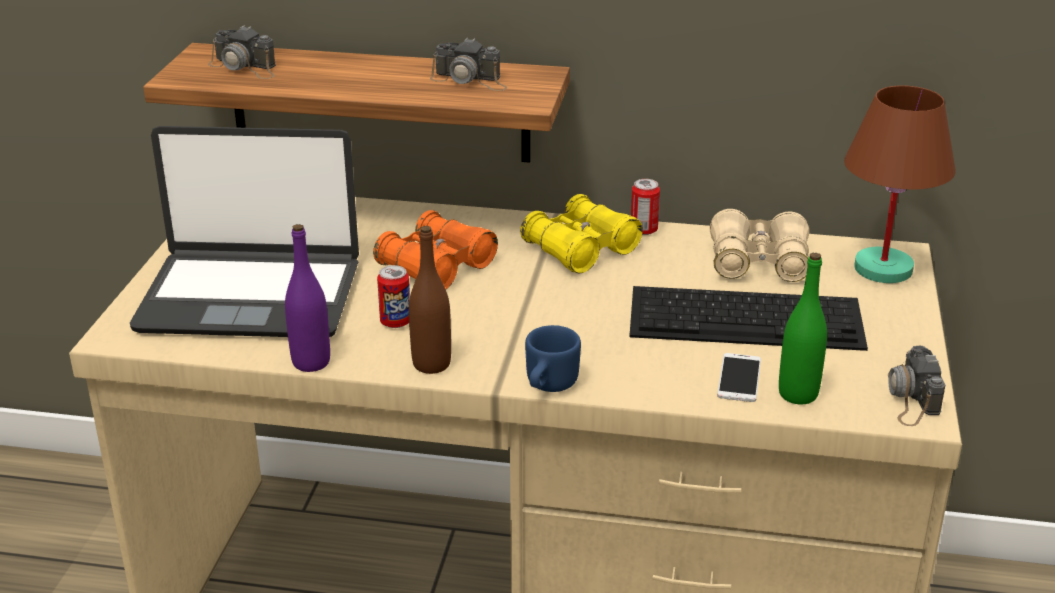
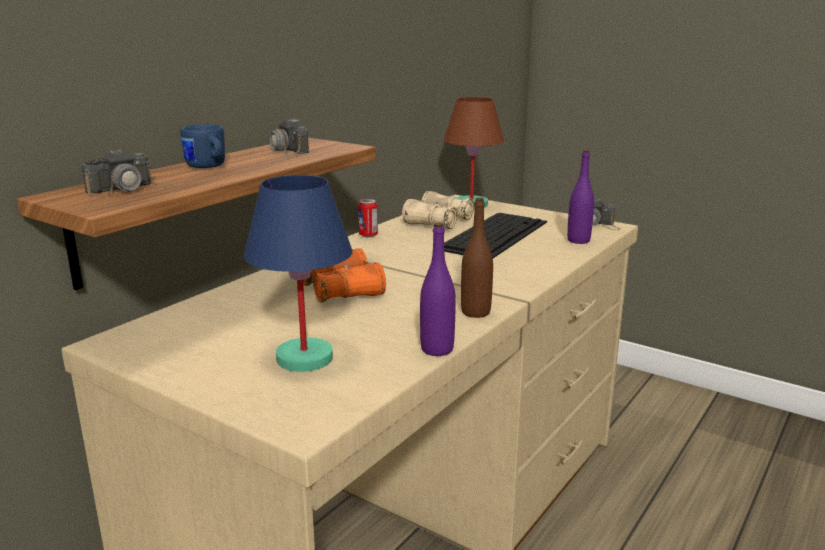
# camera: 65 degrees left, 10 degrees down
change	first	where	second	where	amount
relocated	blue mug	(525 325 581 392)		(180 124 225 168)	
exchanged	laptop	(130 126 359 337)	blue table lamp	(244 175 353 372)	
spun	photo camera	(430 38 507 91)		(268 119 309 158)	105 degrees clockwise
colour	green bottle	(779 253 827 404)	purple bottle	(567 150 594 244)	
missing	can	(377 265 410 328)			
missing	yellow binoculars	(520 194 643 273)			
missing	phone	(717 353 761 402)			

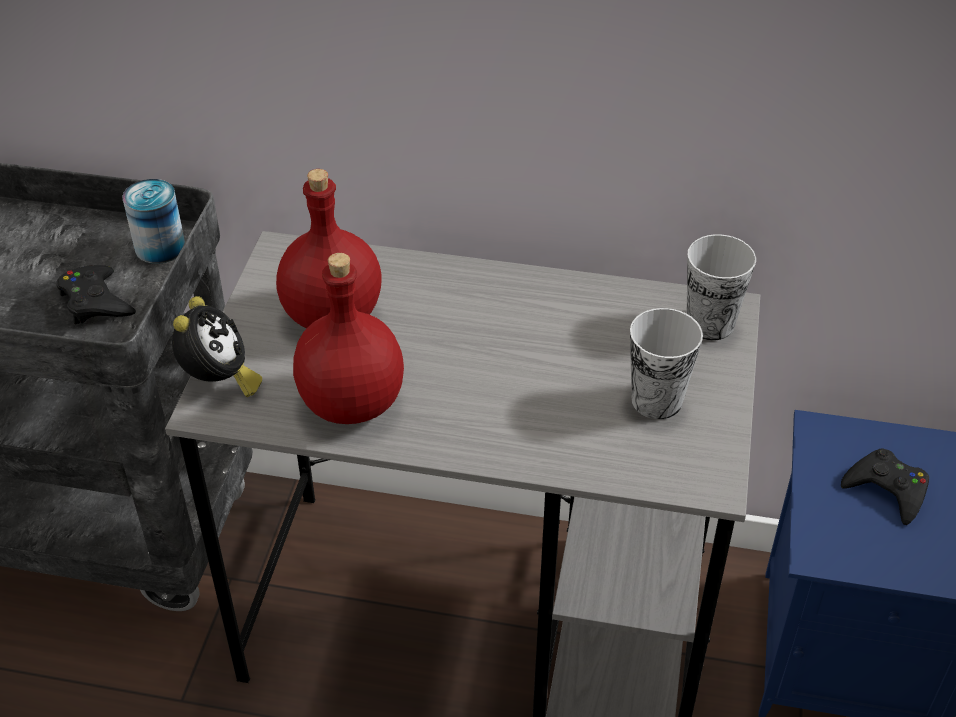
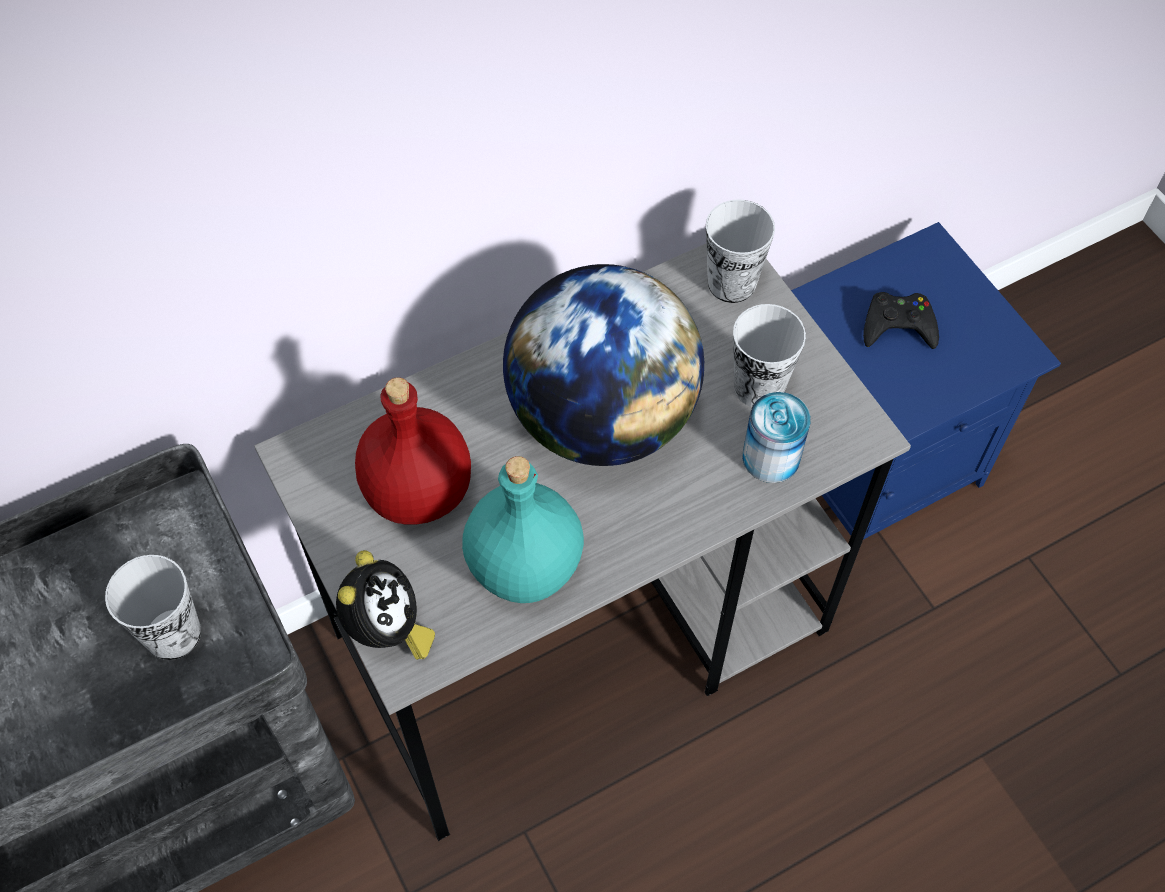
# camera: 40 degrees left, 15 degrees up
change	first	where	second	where	amount
exchanged	black game controller	(56 265 136 324)	cup	(105 555 201 660)	
spun	alarm clock	(172 296 262 397)		(336 550 435 660)	45 degrees clockwise
colour	red bottle	(293 253 404 424)	turquoise bottle	(462 456 584 603)	
appeared			globe	(503 264 704 466)	
relocated	can	(122 179 185 264)		(742 392 811 483)	

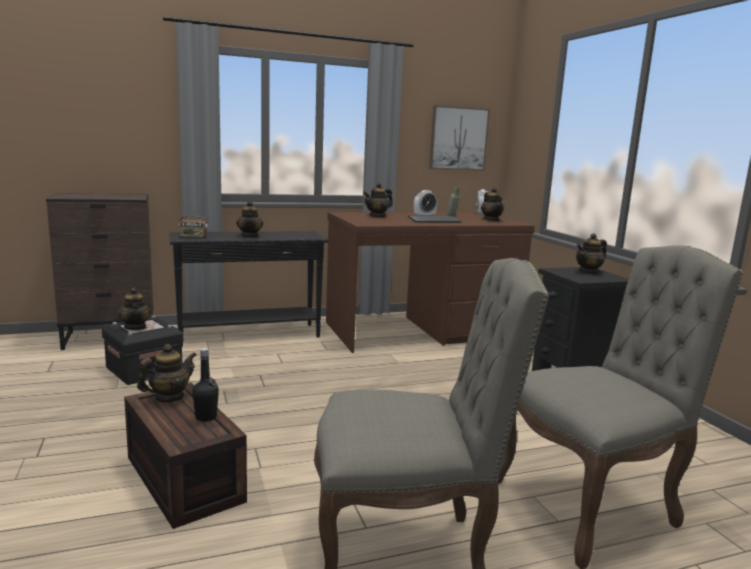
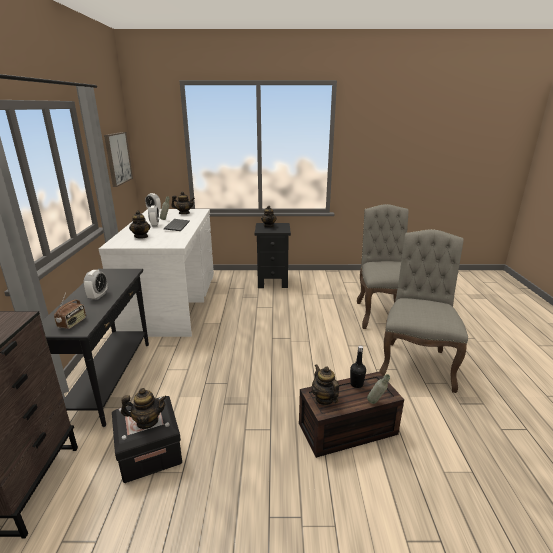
# camera: 70 degrees left, 10 degrees up
change	first	where	second	where	amount
exchanged	teapot	(236 201 263 238)	alarm clock	(83 270 108 300)	
colour	brown desk	(326 212 535 353)	white desk	(99 209 214 337)	
appeared			grey bottle	(367 374 390 404)	

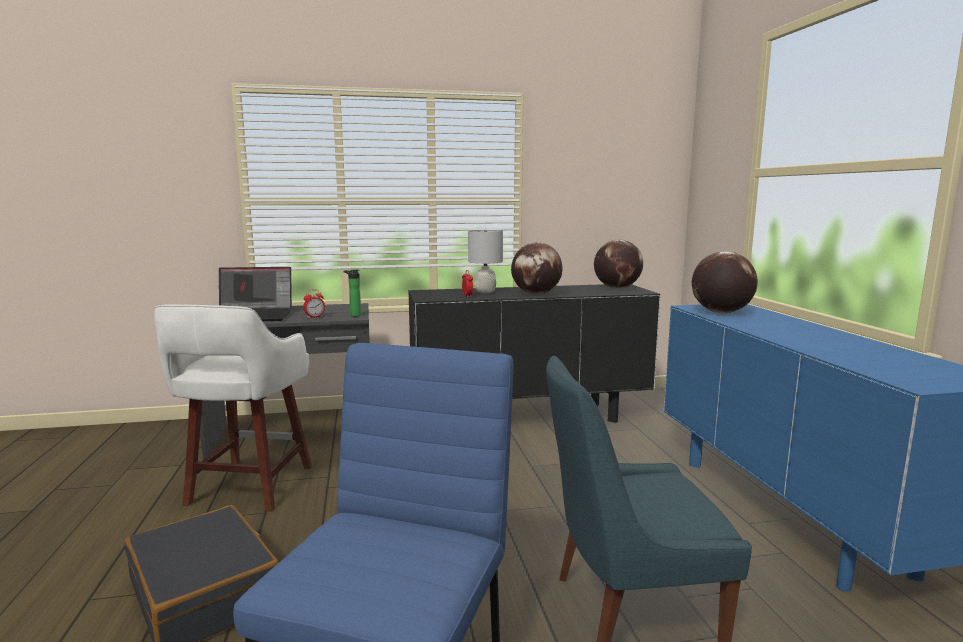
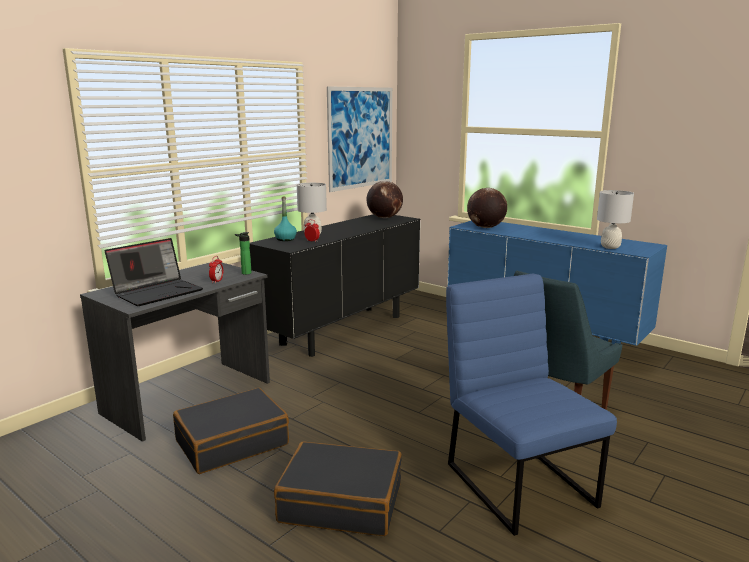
# camera: 40 degrees left, 5 degrees up
change	first	where	second	where	amount
exchanged	white stool	(154 304 312 511)	black suitcase	(173 388 289 474)	
appeared			turquoise bottle	(274 196 297 241)	
appeared			picture	(327 86 392 192)	
appeared			grey table lamp	(597 190 634 249)	
missing	globe	(511 242 563 294)			

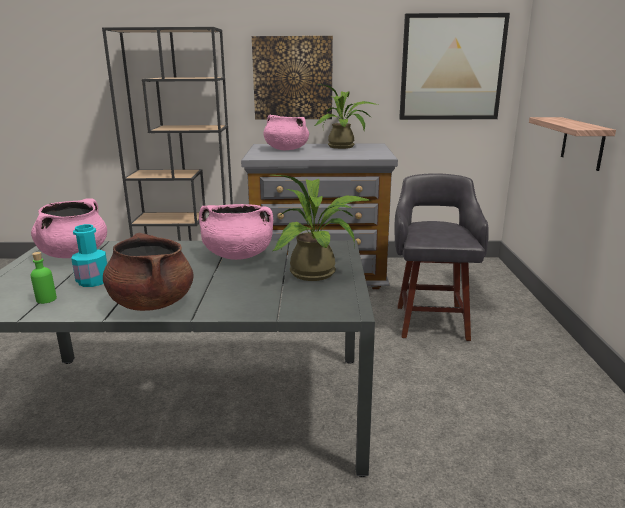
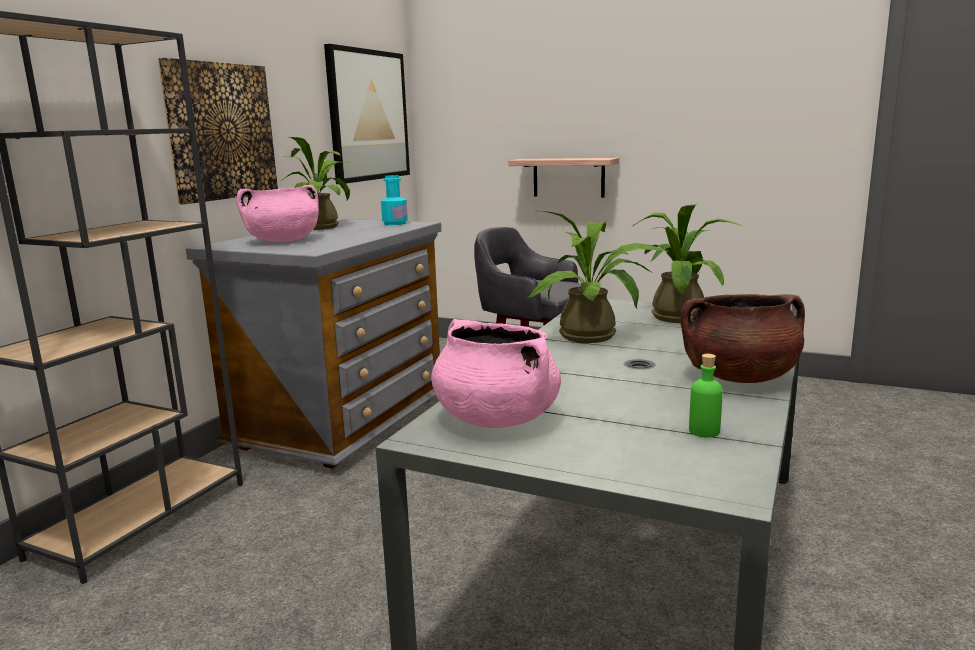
# camera: 65 degrees left, 5 degrees down
change	first	where	second	where	amount
relocated	turquoise bottle	(71 224 107 287)		(381 175 408 225)	
exchanged	pink cooking pot	(199 204 273 260)	potted plant	(527 210 669 343)	

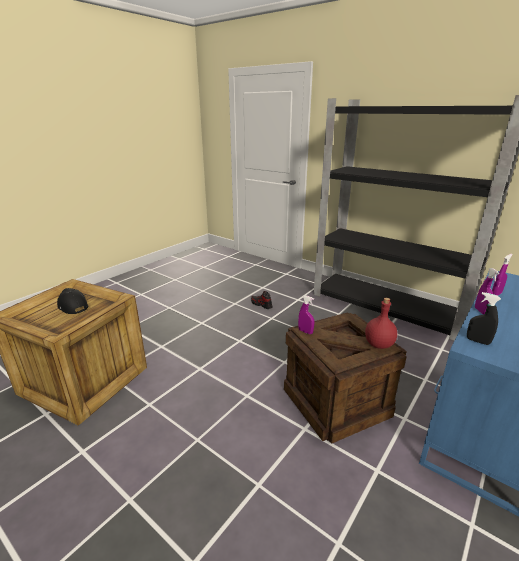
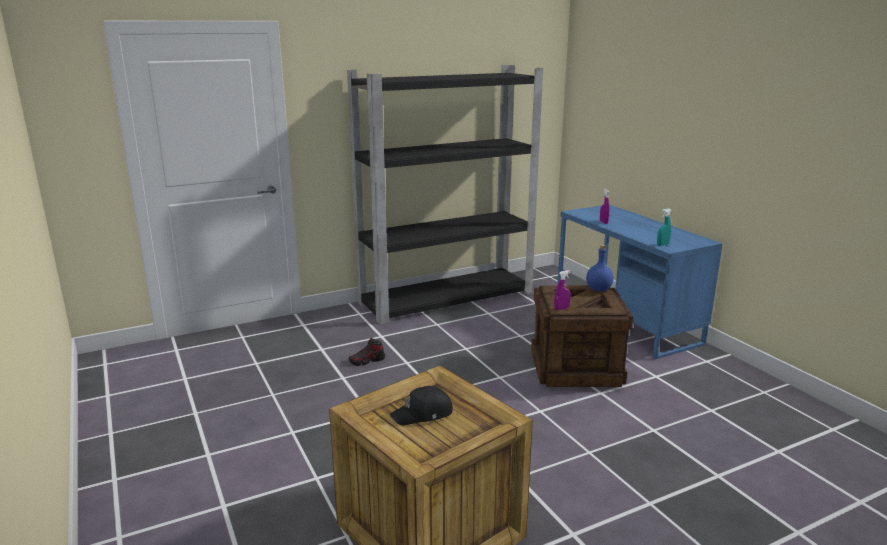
# camera: 65 degrees left, 5 degrees down
change	first	where	second	where	amount
colour	red bottle	(365 298 397 349)	blue bottle	(586 245 614 292)	
colour	black spray bottle	(467 292 501 345)	turquoise spray bottle	(657 208 671 246)	
missing	purple spray bottle	(475 268 499 315)			

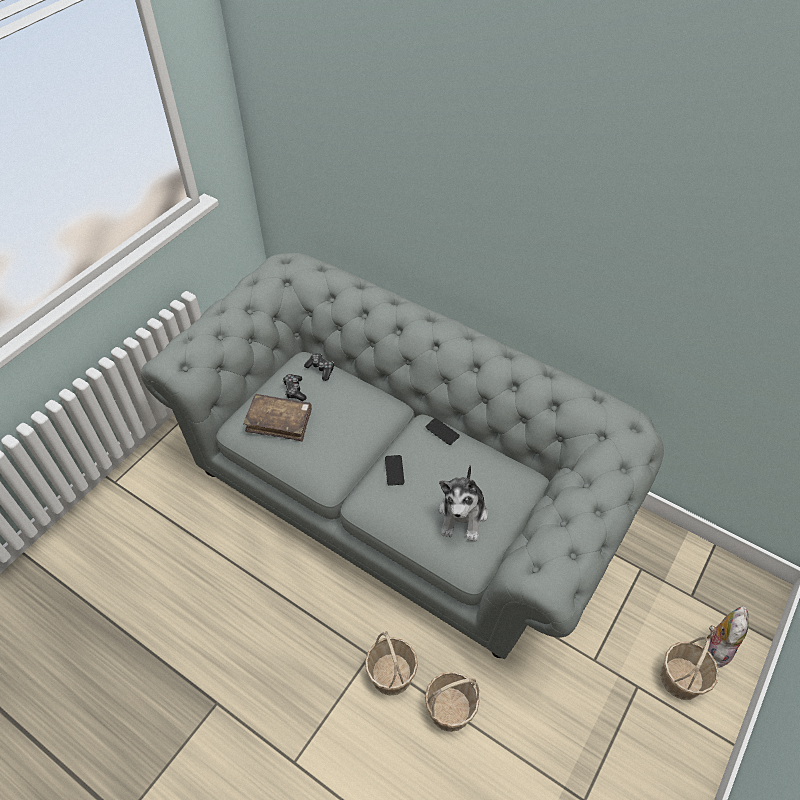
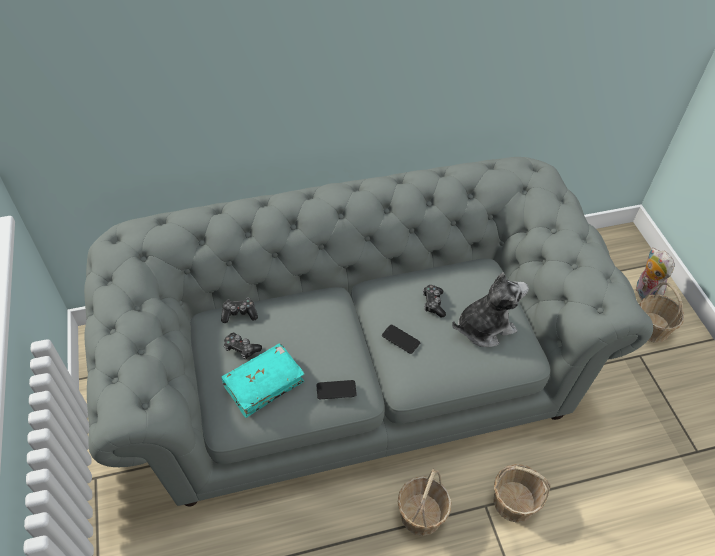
# camera: 50 degrees left, 0 degrees up
change	first	where	second	where	amount
colour	brown book	(243 394 312 441)	turquoise book	(222 343 305 418)	
relocated	phone	(426 418 460 445)		(317 380 357 399)	
relocated	basket	(425 671 480 732)		(398 469 452 536)	
appeared			game controller	(423 285 446 317)	
spun	plush toy	(439 465 488 542)		(452 272 529 347)	75 degrees counterclockwise

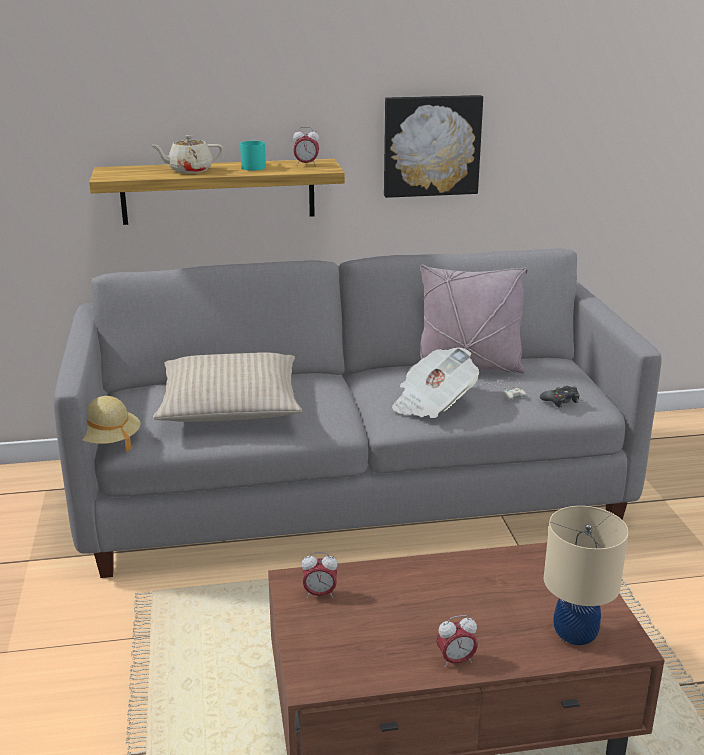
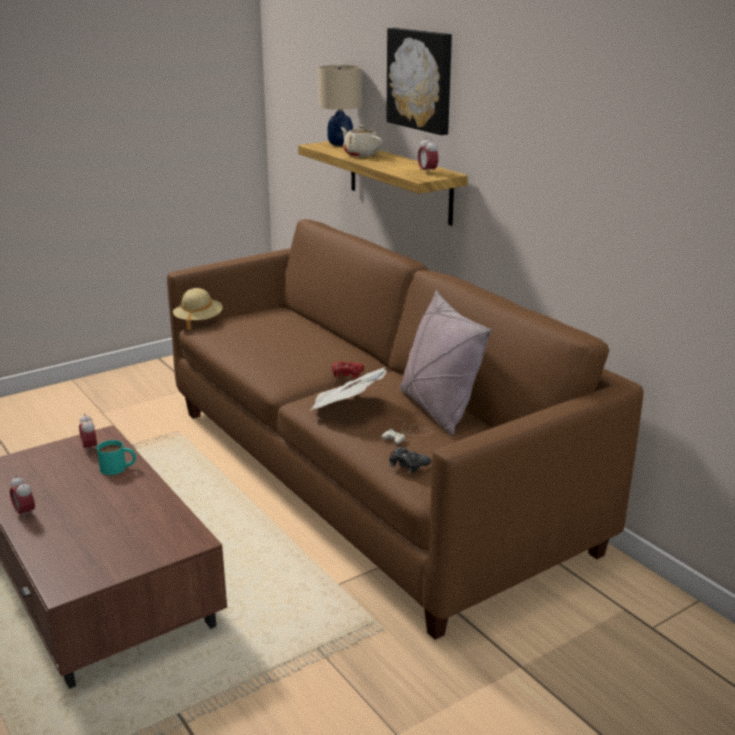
# camera: 65 degrees right, 0 degrees up
change	first	where	second	where	amount
relocated	turquoise mug	(240 141 266 171)		(97 440 136 475)	
colour	grey sofa	(54 248 662 578)	brown sofa	(167 219 643 640)	
relocated	beige table lamp	(544 506 629 645)		(318 65 361 146)	
appeared			red game controller	(332 361 364 379)	
relocated	picture	(384 95 483 198)		(386 28 452 135)	
missing	beige pillow	(153 352 302 422)			

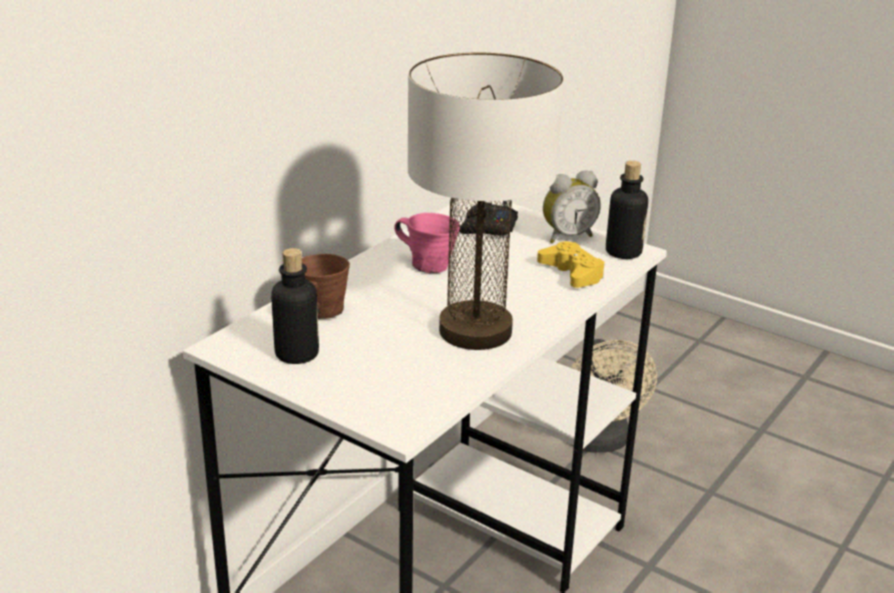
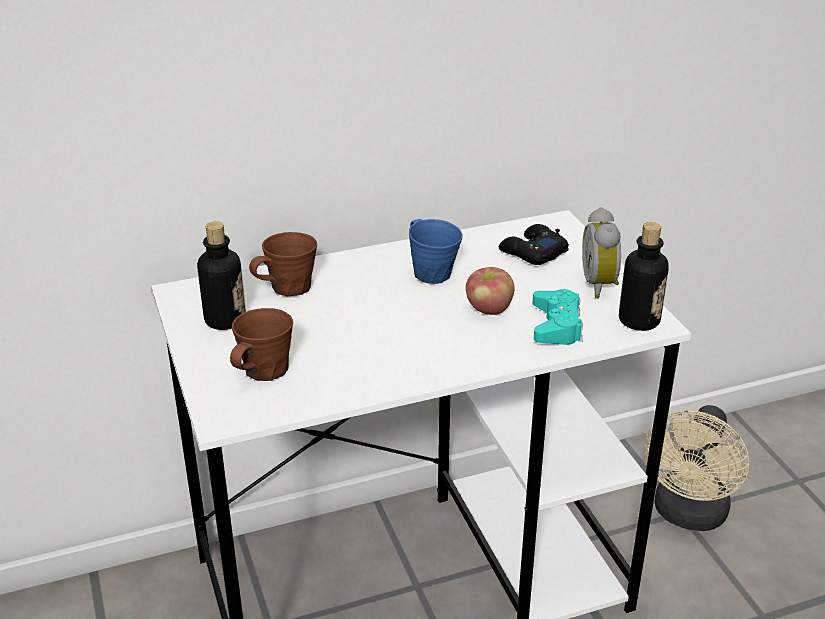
# camera: 35 degrees right, 5 degrees up
change	first	where	second	where	amount
appeared			brown mug	(230 308 293 381)	
colour	pink mug	(394 213 460 273)	blue mug	(409 219 463 284)	
appeared			apple	(466 267 514 315)	
colour	yellow game controller	(537 241 604 288)	turquoise game controller	(533 289 583 345)	
spun	alarm clock	(543 171 601 243)		(582 207 621 299)	75 degrees clockwise
missing	table lamp	(408 52 564 350)			

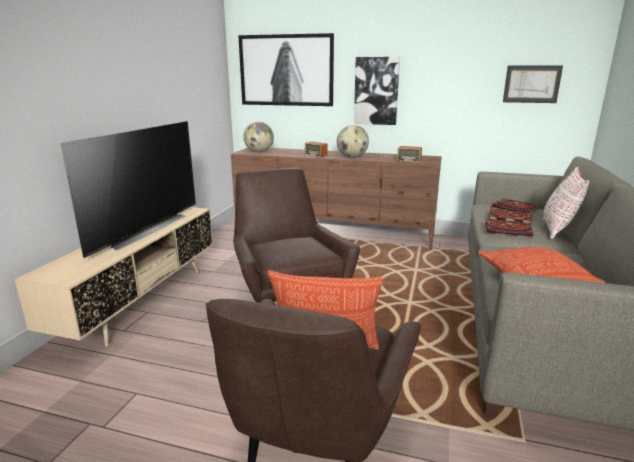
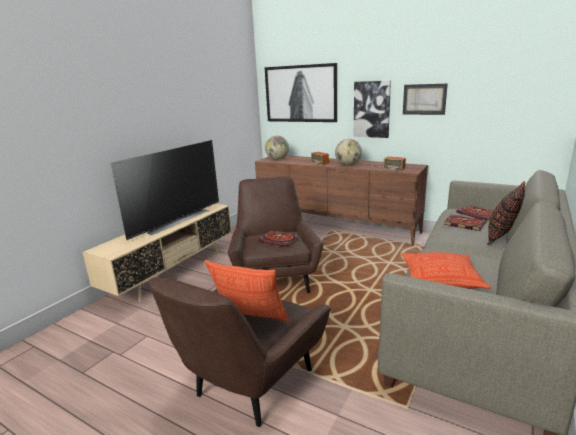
# camera: 15 degrees right, 0 degrees up
change	first	where	second	where	amount
relocated	book	(485 219 534 236)		(258 230 299 247)	
relocated	picture	(503 65 563 103)		(403 83 448 115)	
colour	white pillow	(543 167 590 239)	black pillow	(487 181 525 245)	

